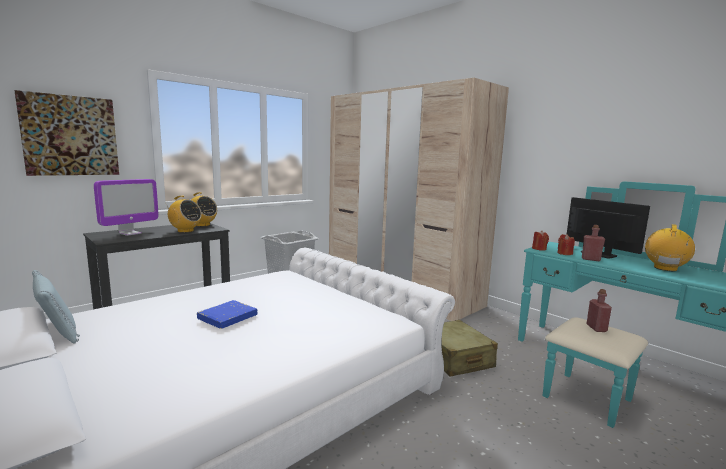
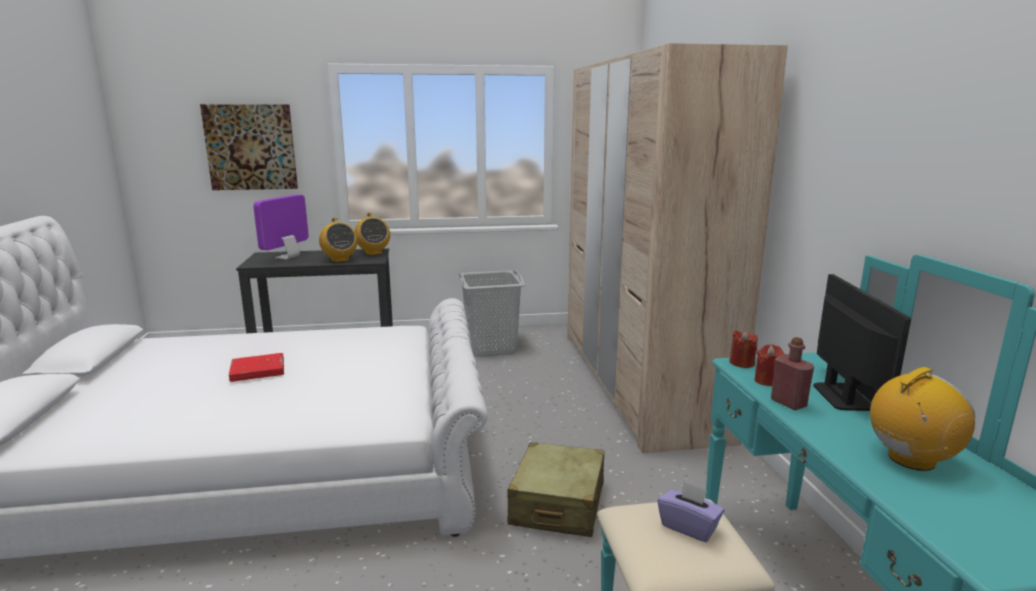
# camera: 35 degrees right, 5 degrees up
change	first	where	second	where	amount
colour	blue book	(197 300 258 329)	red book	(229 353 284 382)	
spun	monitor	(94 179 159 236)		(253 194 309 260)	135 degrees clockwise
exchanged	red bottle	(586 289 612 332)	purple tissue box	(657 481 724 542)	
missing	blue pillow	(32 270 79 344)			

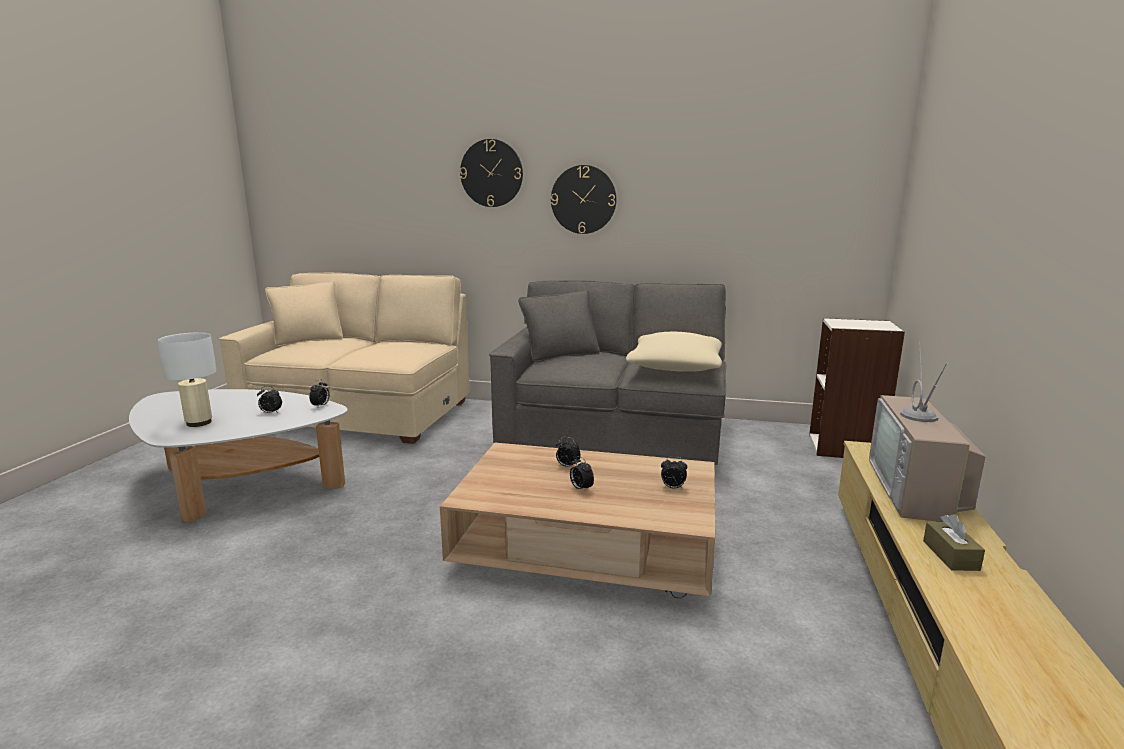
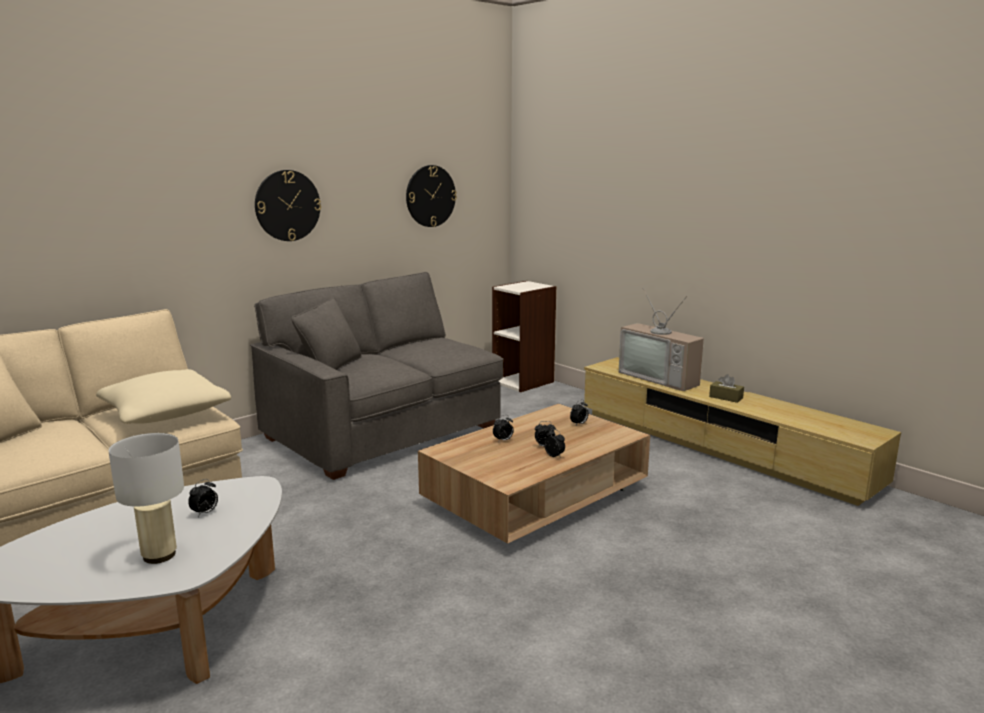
# camera: 55 degrees left, 0 degrees up
change	first	where	second	where	amount
relocated	beige pillow	(626 332 722 372)		(96 369 231 424)	
relocated	wall clock	(460 139 523 207)		(406 165 457 227)	
relocated	alarm clock	(309 379 329 406)		(544 429 565 458)	

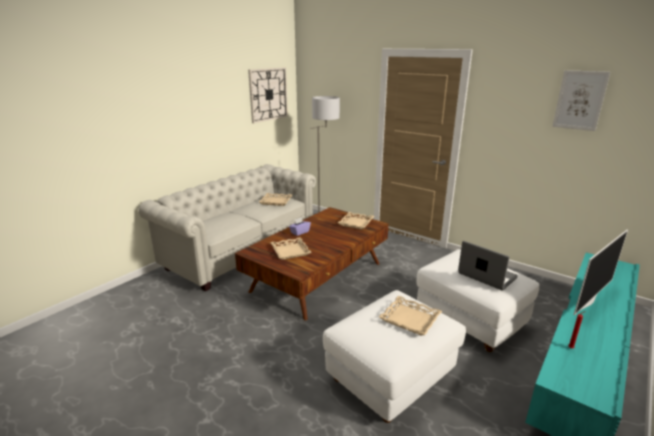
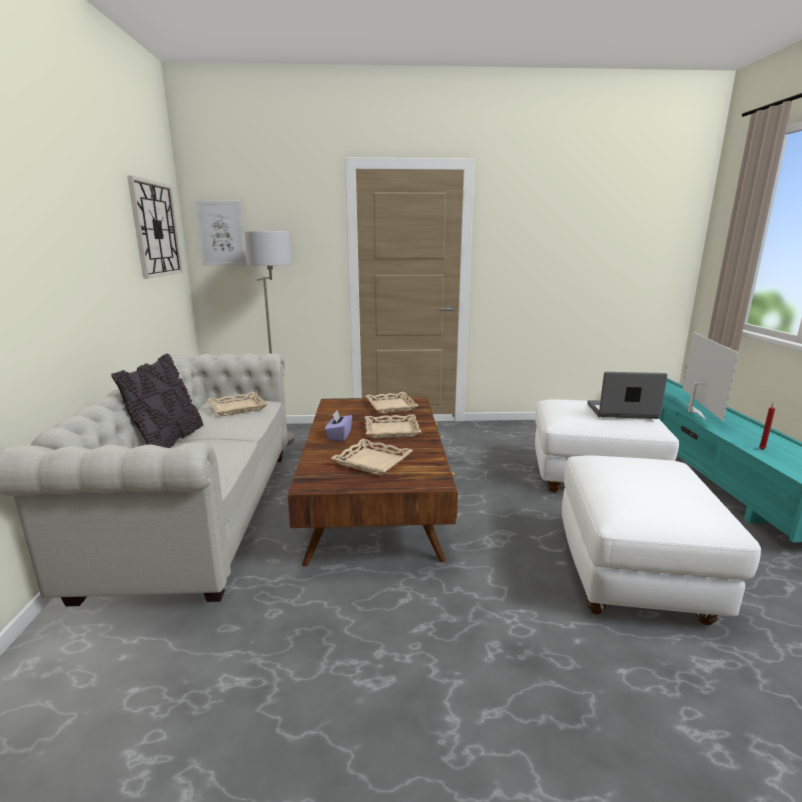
# camera: 40 degrees left, 5 degrees down
change	first	where	second	where	amount
appeared			black pillow	(111 354 204 448)	
relocated	picture	(552 70 610 131)		(196 201 246 266)	
relocated	beige tray	(379 296 442 335)		(365 414 421 439)	

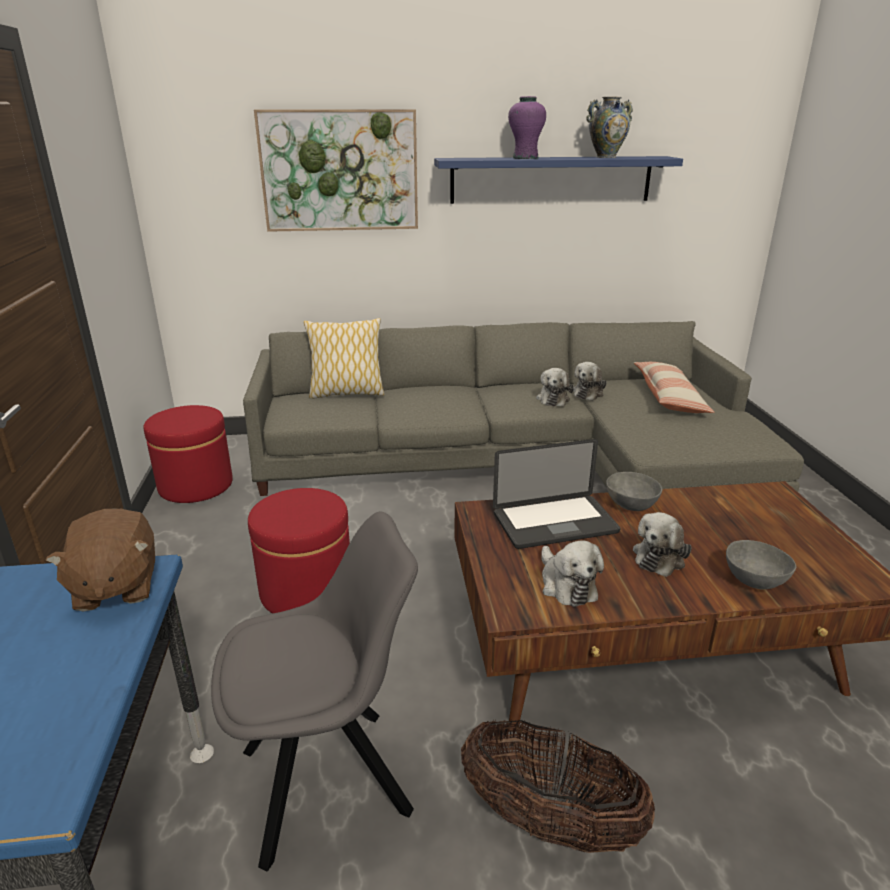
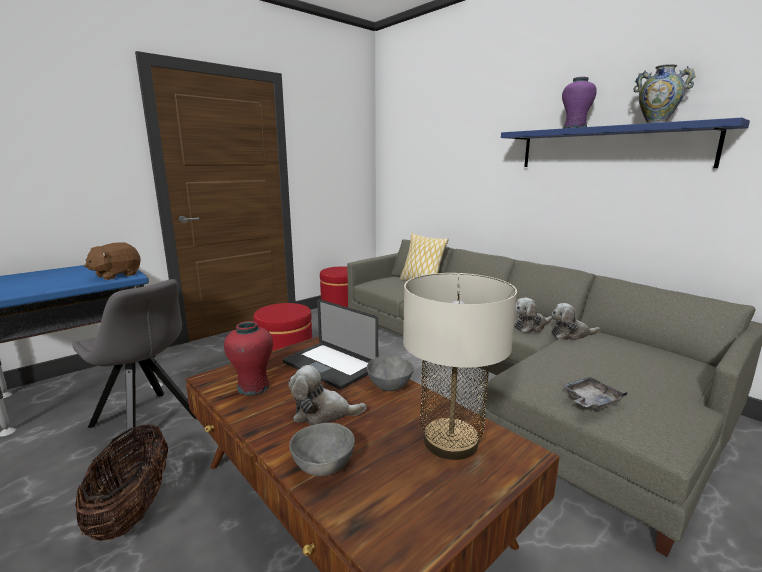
# camera: 55 degrees right, 10 degrees down
change	first	where	second	where	amount
exchanged	plush toy	(541 541 604 607)	red vase	(224 321 273 396)	
appeared			table lamp	(403 273 517 460)	
appeared			grey tray	(561 377 628 410)	
missing	picture	(254 110 418 232)			
missing	pillow	(634 362 714 413)			

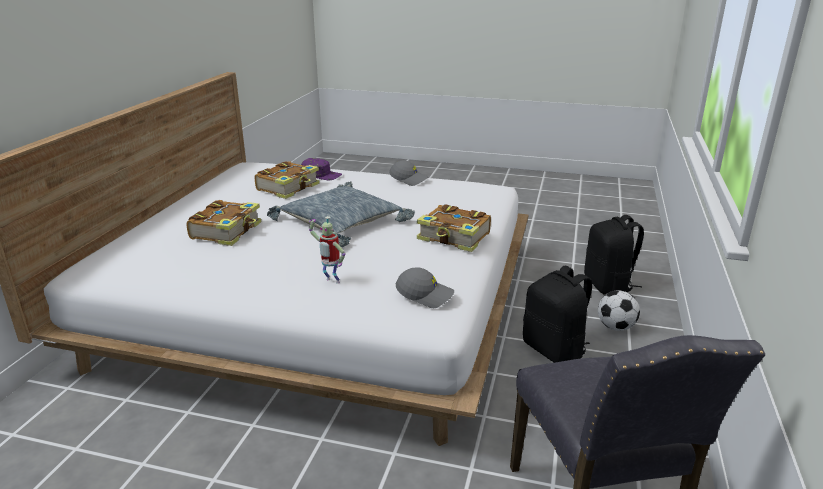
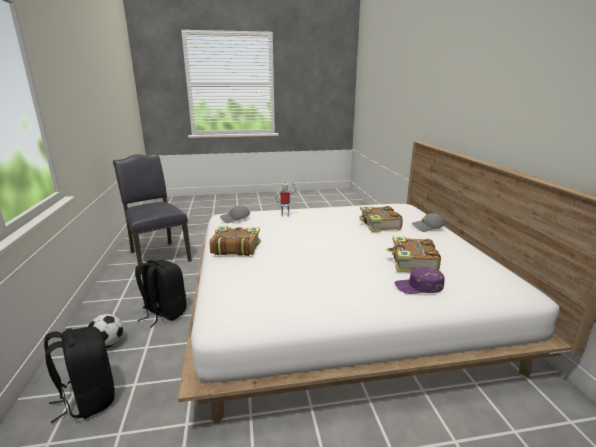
# camera: 155 degrees right, 5 degrees down
change	first	where	second	where	amount
relocated	grey cap	(389 160 428 186)		(412 213 445 232)	
missing	pillow	(267 182 415 247)			

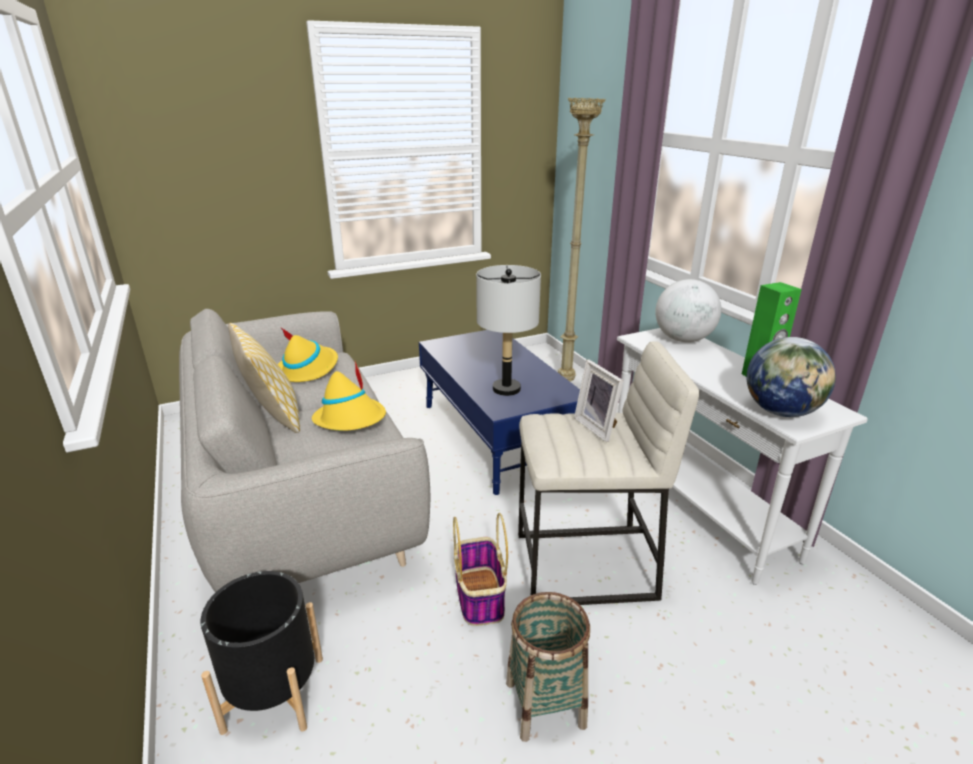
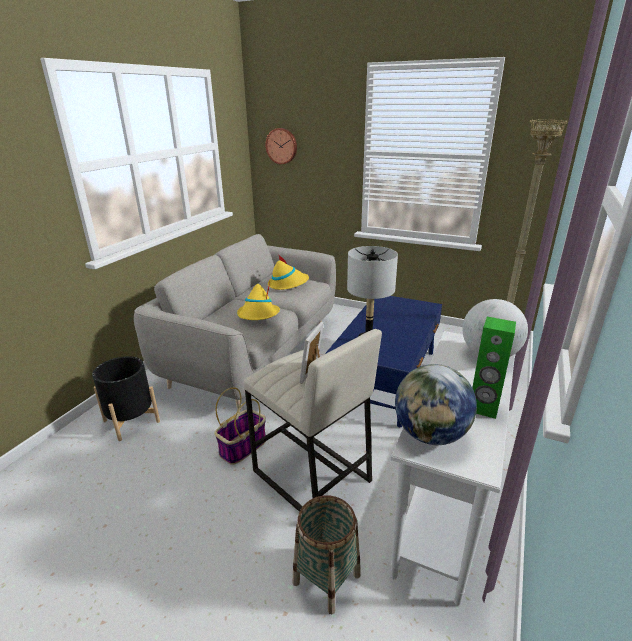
# camera: 50 degrees right, 0 degrees up
change	first	where	second	where	amount
appeared			wall clock	(265 128 297 164)	
relocated	basket	(506 592 590 742)		(293 495 361 614)	
missing	pillow	(228 323 300 433)			

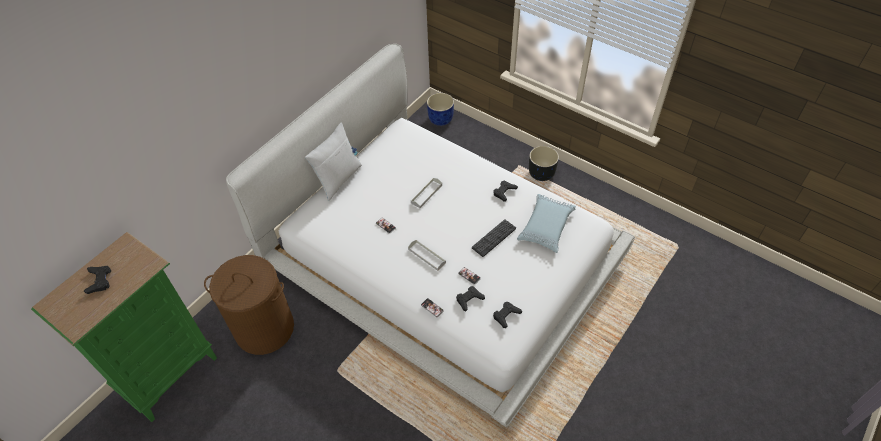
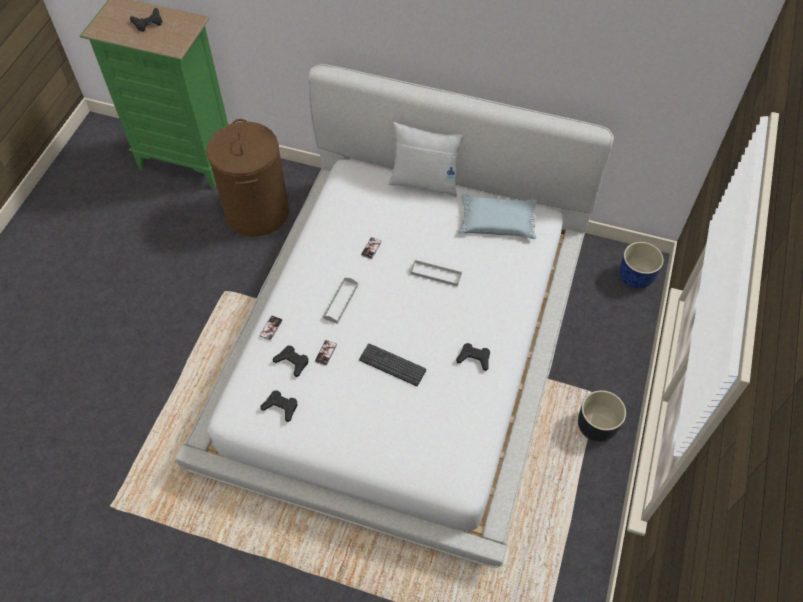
# camera: 70 degrees right, 5 degrees up
change	first	where	second	where	amount
relocated	blue pillow	(517 194 576 253)		(458 194 537 239)	

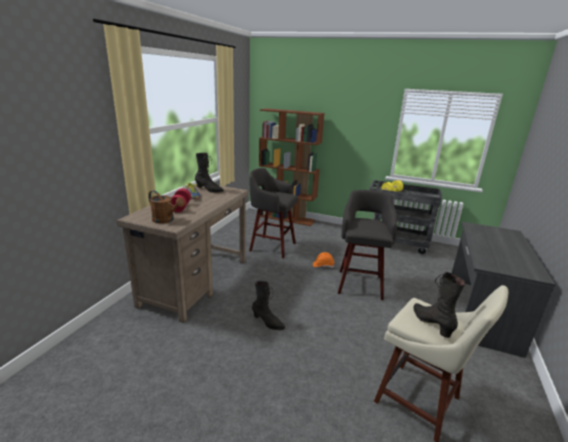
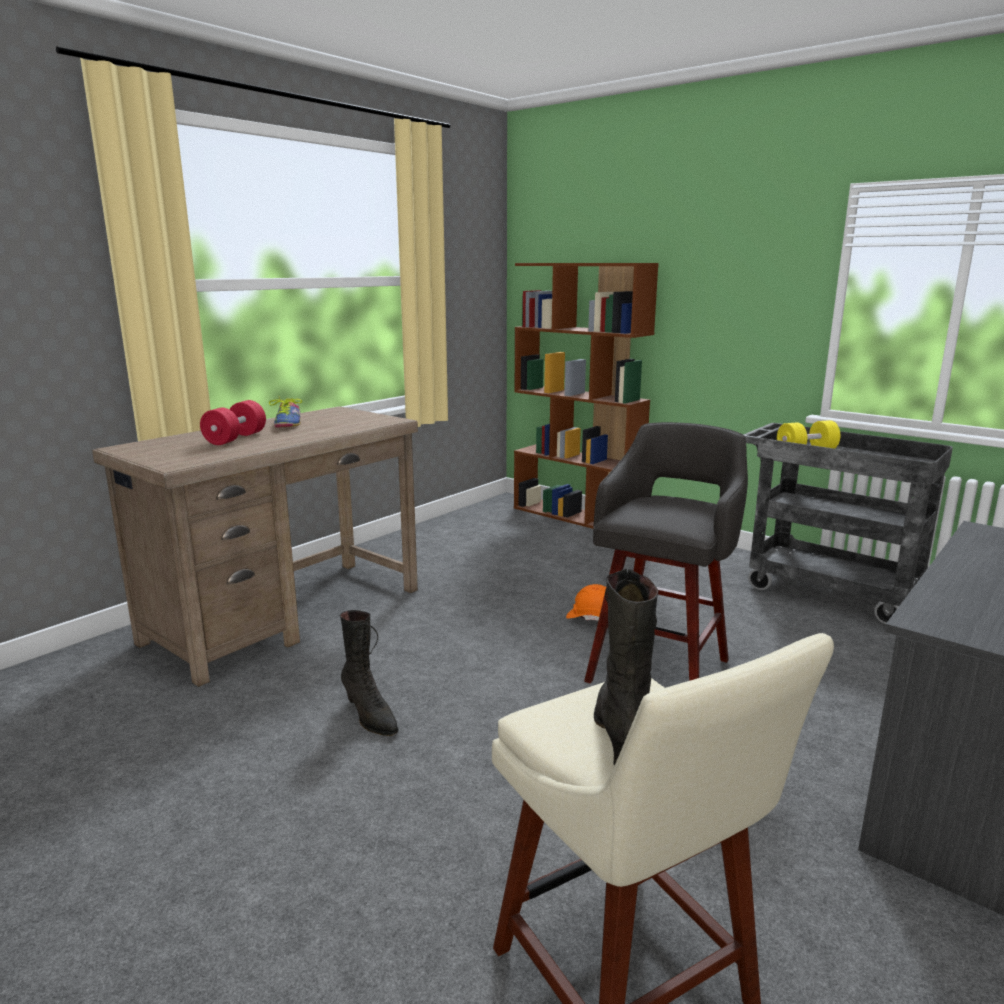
# camera: 20 degrees right, 5 degrees down
change	first	where	second	where	amount
missing	brown watering can	(148 190 185 224)			
missing	black boot	(195 153 224 193)			
missing	grey stool	(249 168 298 258)			

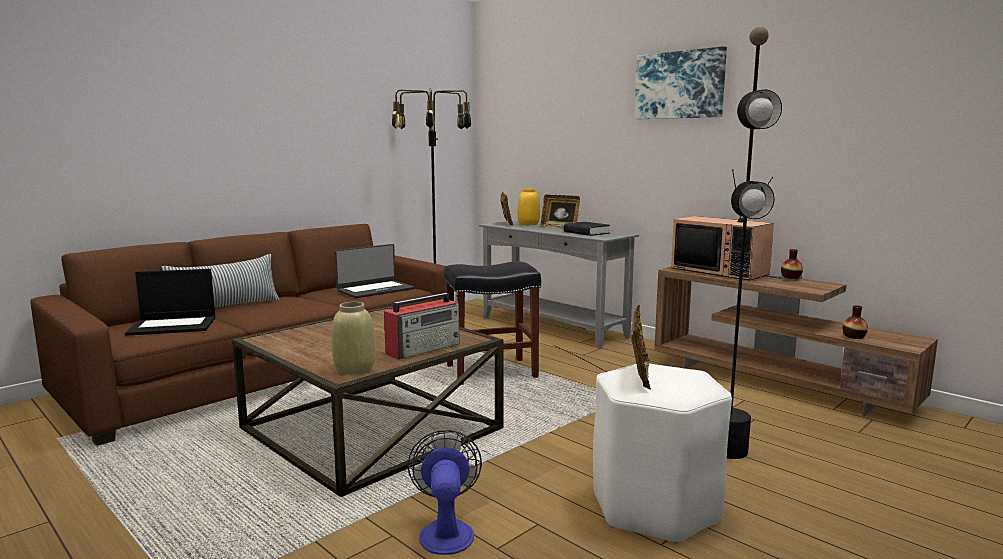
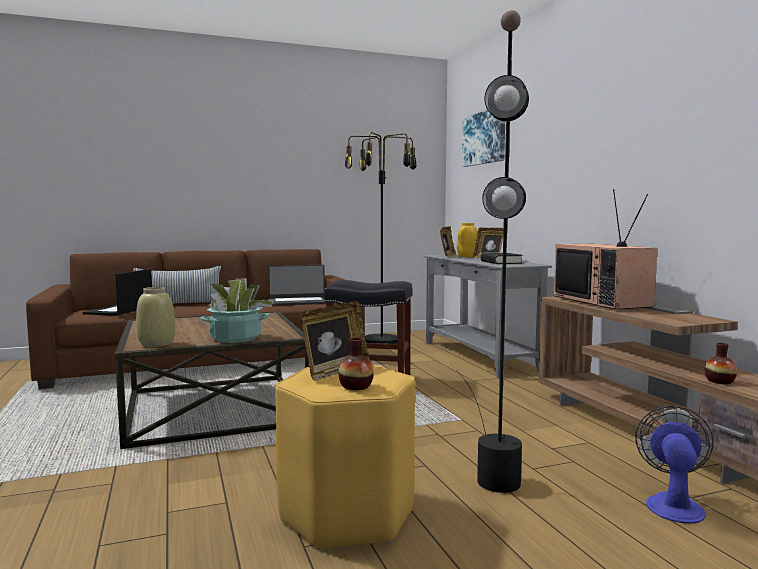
# camera: 25 degrees right, 5 degrees down
change	first	where	second	where	amount
spun	laptop	(125 269 216 336)		(83 269 152 316)	90 degrees clockwise
exchanged	radio	(384 292 459 360)	potted plant	(201 278 274 343)	
colour	white stool	(593 364 732 544)	yellow stool	(275 364 415 550)	
relocated	vase	(781 249 803 279)		(338 338 374 390)	
relocated	picture	(634 46 727 119)		(462 110 505 167)	
relocated	fan	(408 430 482 555)		(635 406 714 524)	

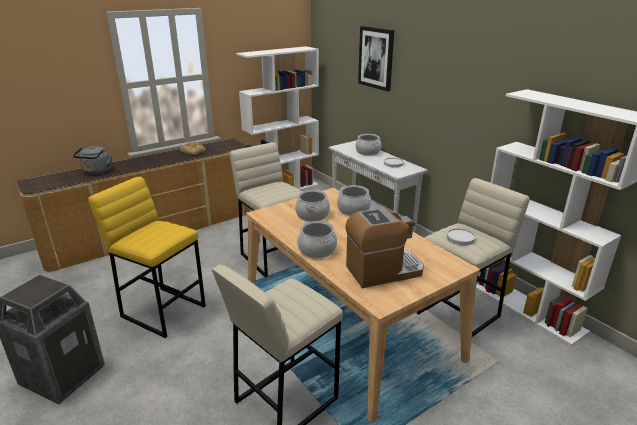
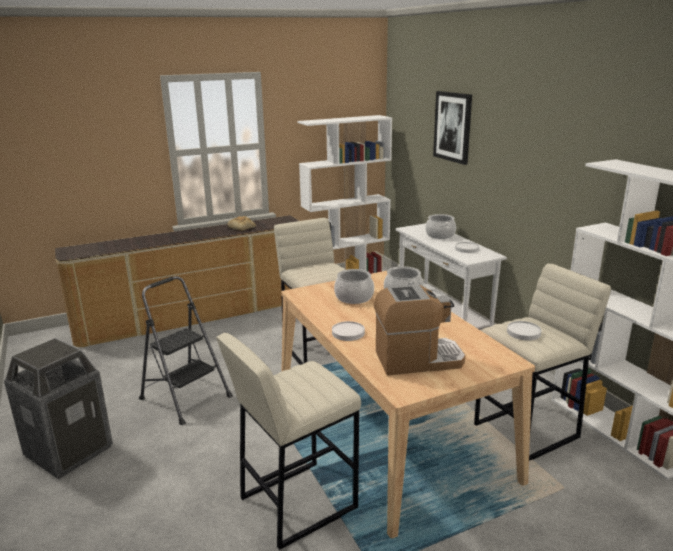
# camera: 10 degrees right, 5 degrees down
change	first	where	second	where	amount
exchanged	yellow stool	(88 177 206 338)	black step ladder	(139 276 233 425)	
exchanged	cooking pot	(297 221 337 258)	white plate	(332 321 365 341)	
missing	grey kettle	(73 146 112 175)			

